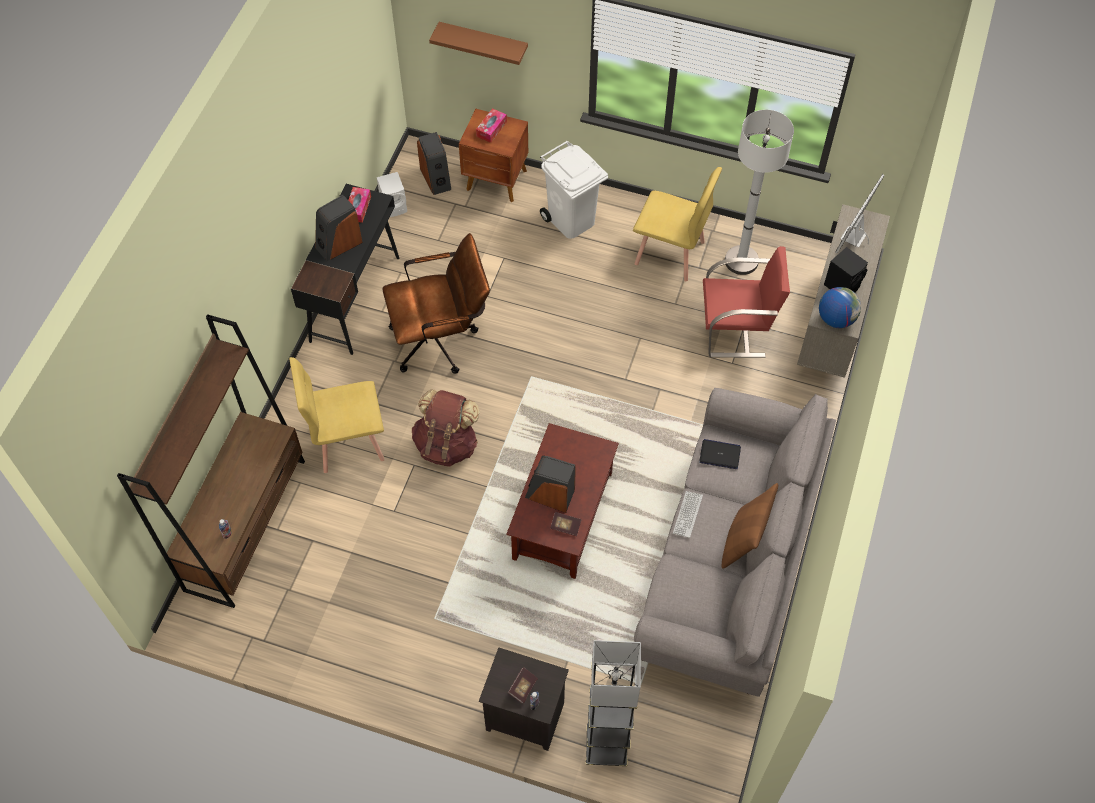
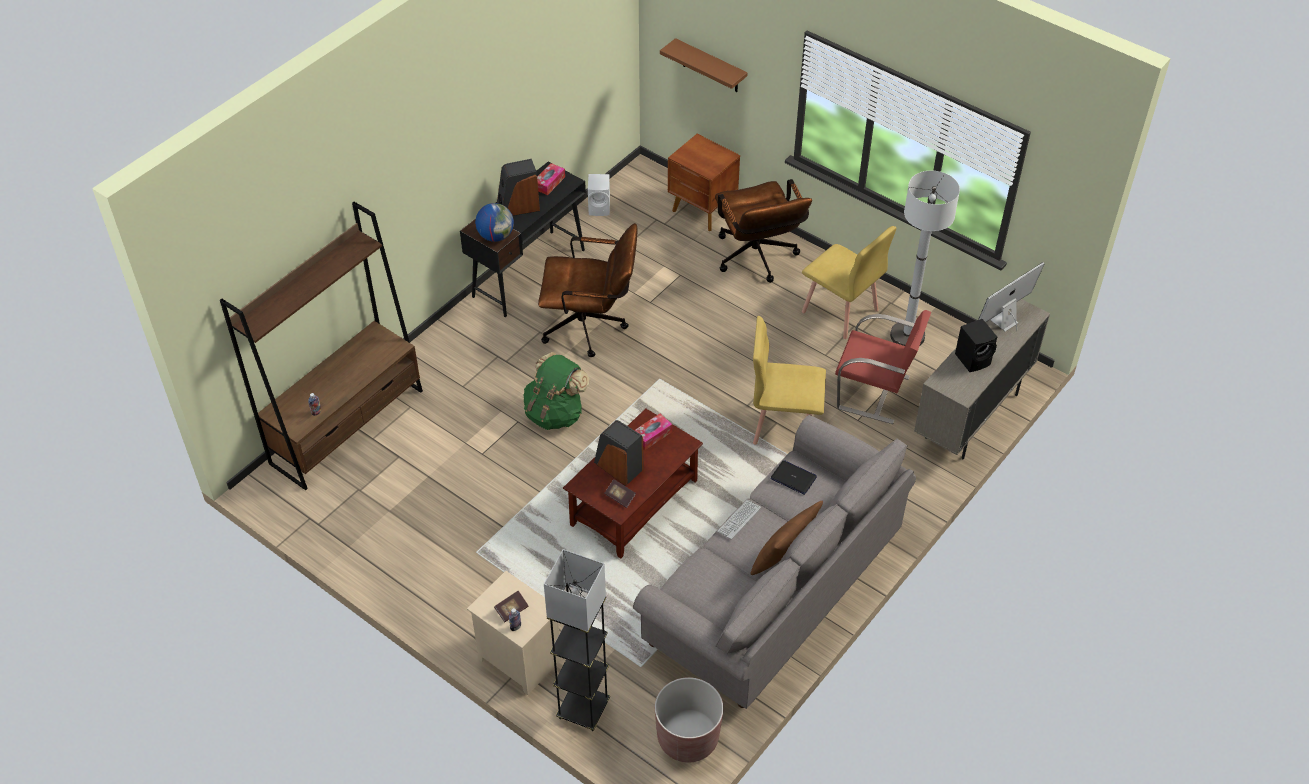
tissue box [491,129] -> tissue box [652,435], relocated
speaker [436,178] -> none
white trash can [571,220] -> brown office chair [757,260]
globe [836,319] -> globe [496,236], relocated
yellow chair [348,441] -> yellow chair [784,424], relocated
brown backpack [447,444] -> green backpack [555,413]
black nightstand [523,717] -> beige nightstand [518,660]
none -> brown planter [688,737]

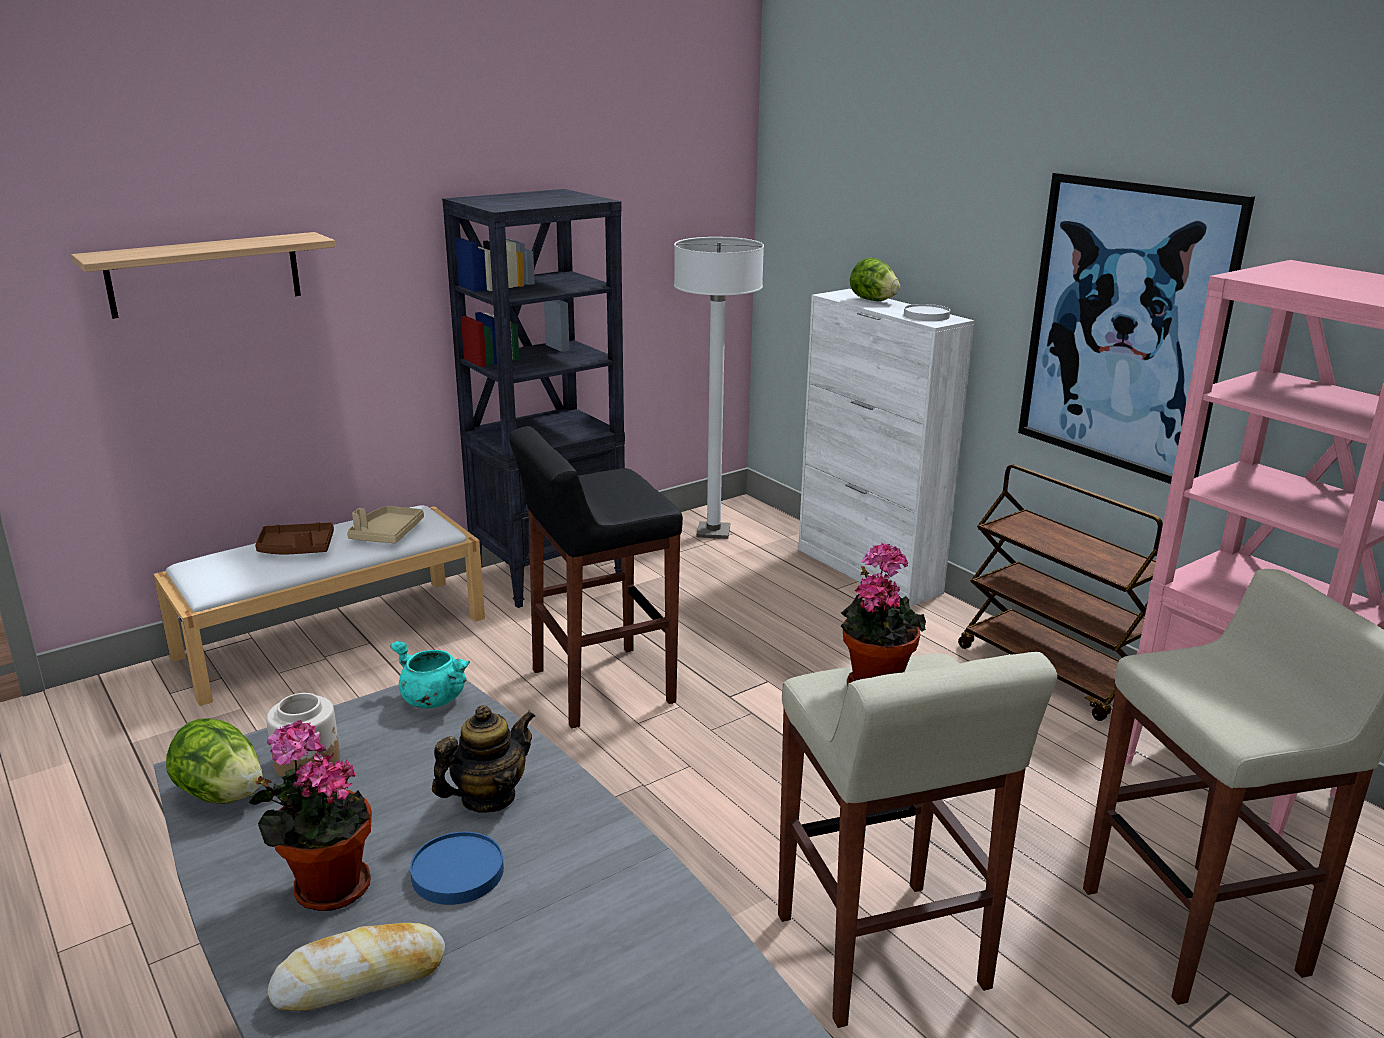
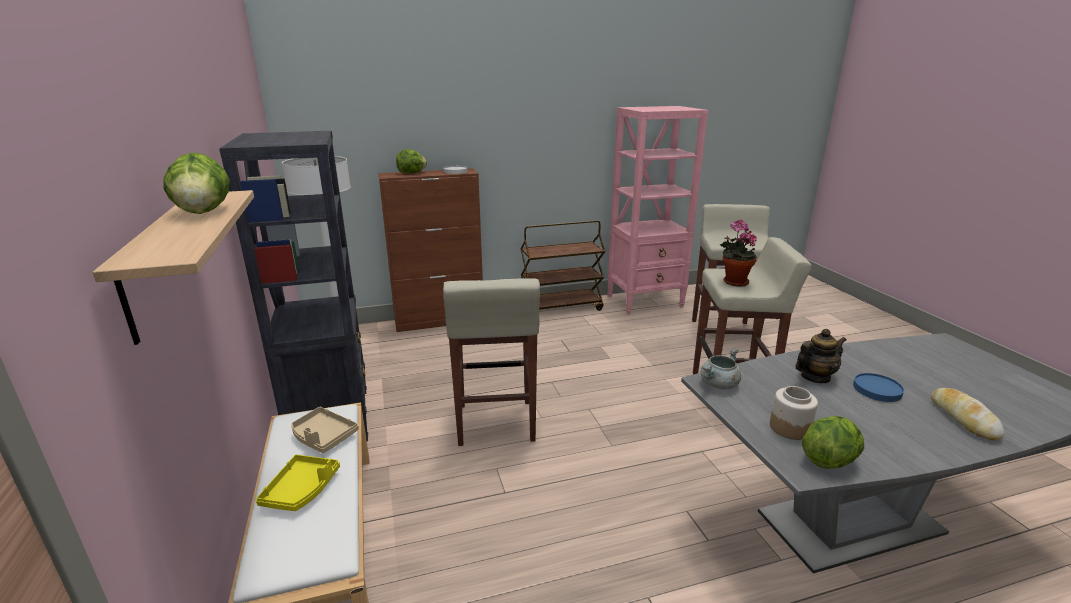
picture [1125,327] -> none
white cabinet [868,571] -> brown cabinet [440,320]
black stool [600,687] -> beige stool [495,423]
brown tray [296,549] -> yellow tray [302,490]
turquoise cooking pot [431,699] -> grey cooking pot [719,385]
teapot [488,798] -> teapot [814,377], 90 degrees clockwise
potted plant [325,888] -> none
none -> lettuce [204,212]

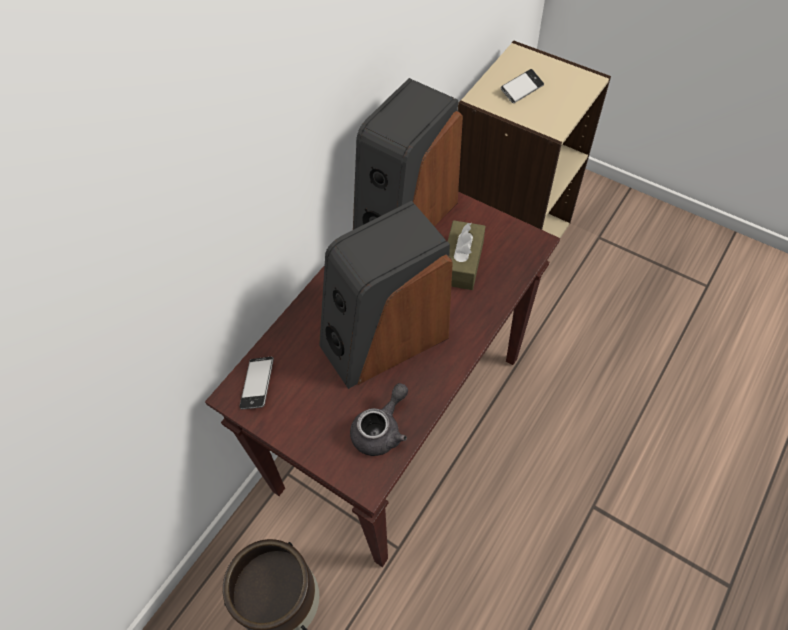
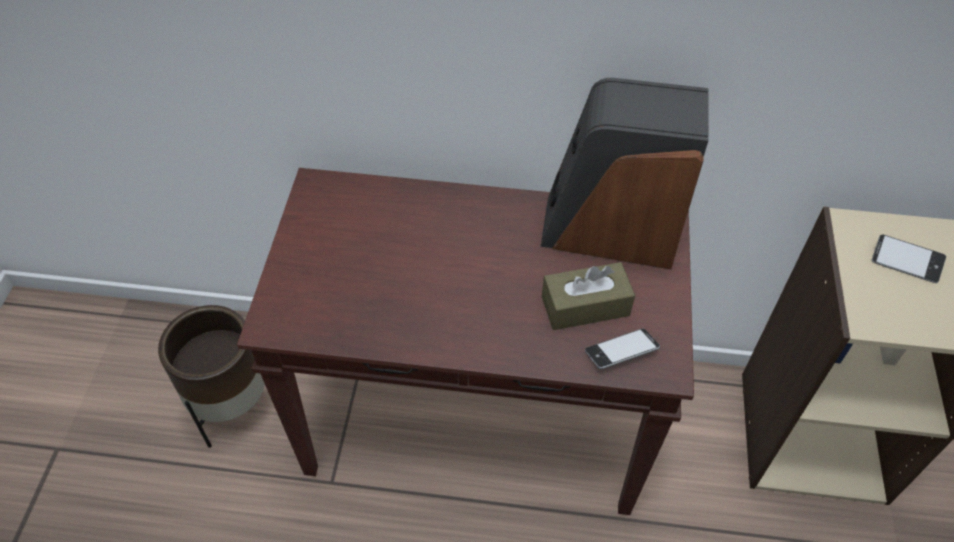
speaker [383,338] -> none
phone [258,385] -> phone [621,352], relocated
grey teapot [381,429] -> none

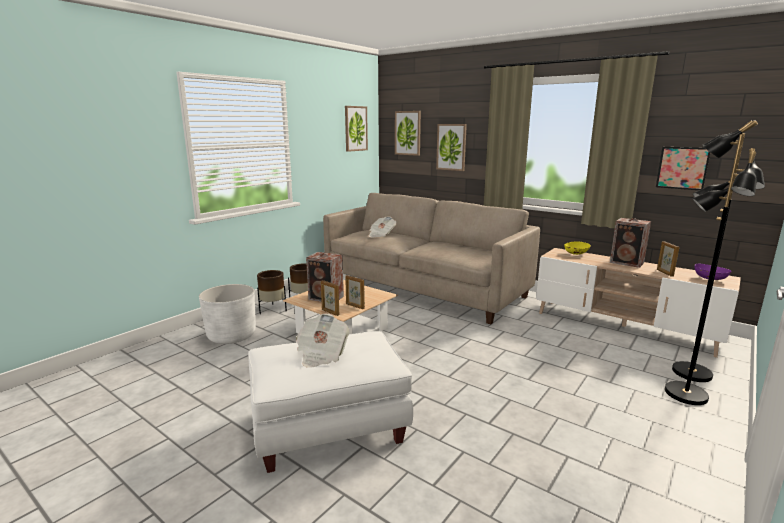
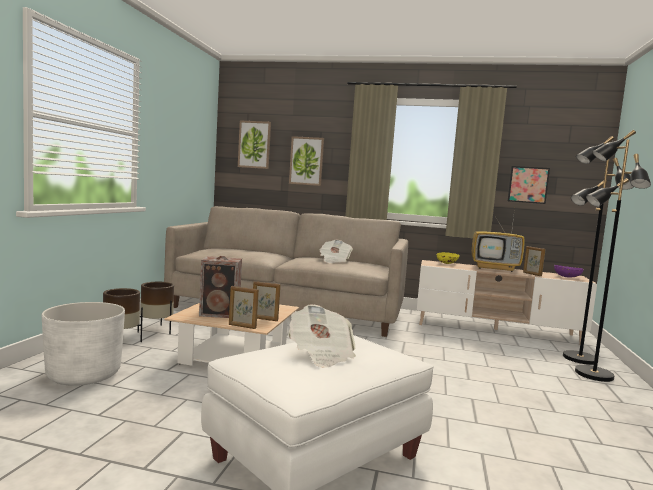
picture [355,128] -> none
newspaper [381,235] -> newspaper [334,261], relocated
speaker [628,263] -> television [495,268]

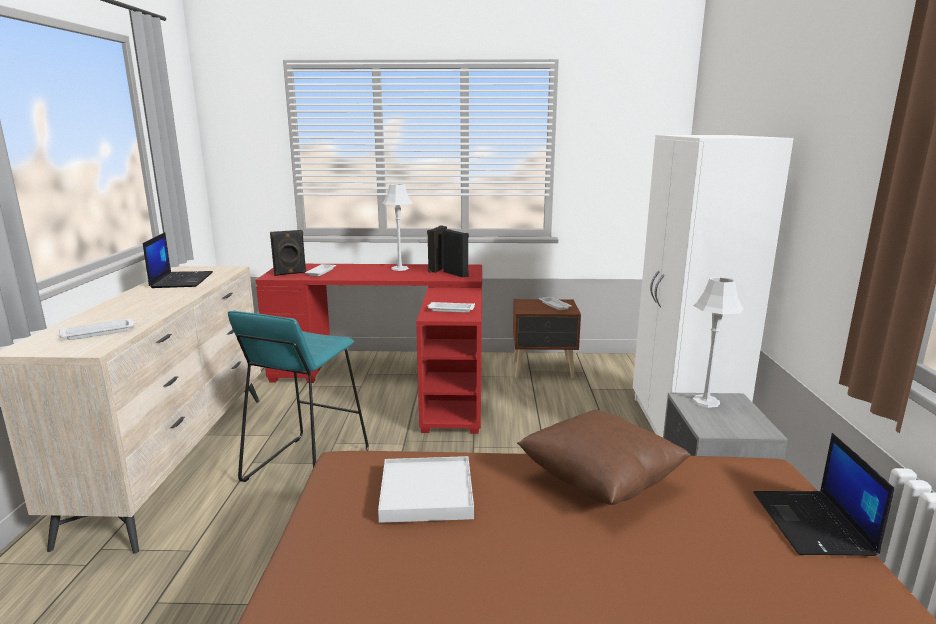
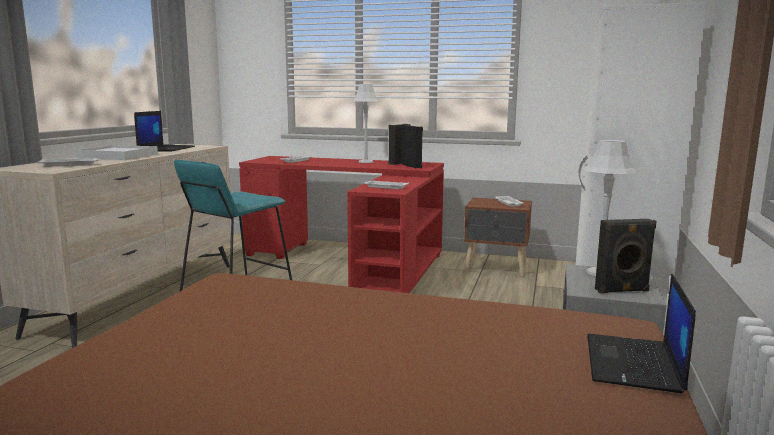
black speaker [290,274] -> black speaker [622,290], relocated
brown pillow [599,482] -> none
white tray [426,493] -> white tray [118,156], relocated

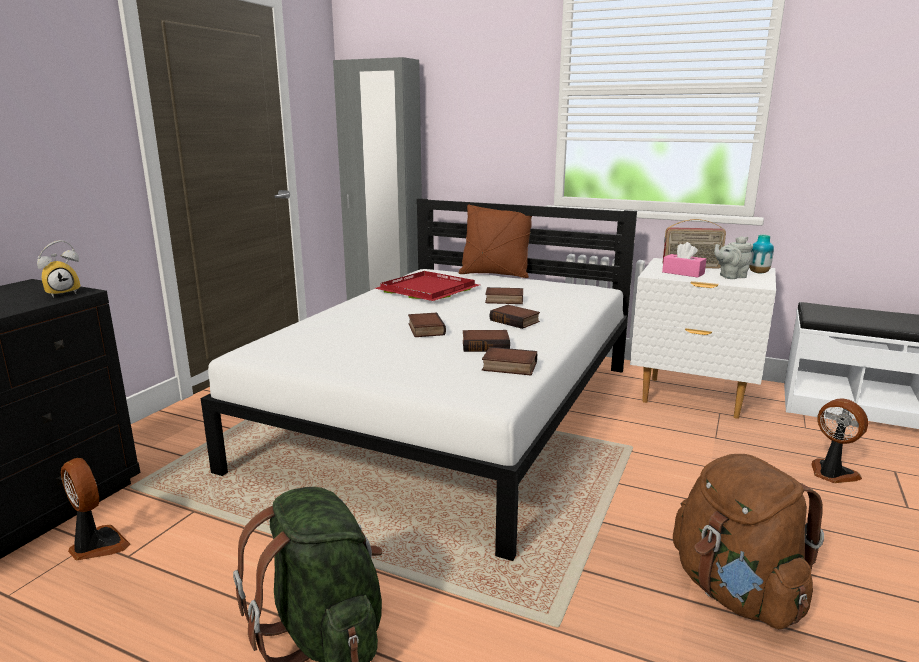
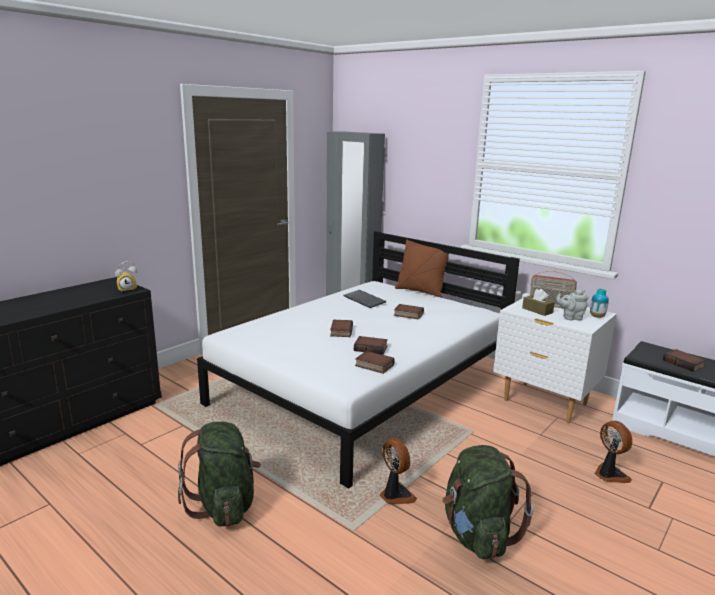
pink tissue box [683,273] -> brown tissue box [537,310]
red tray [430,290] -> keyboard [365,300]
book [516,321] -> book [684,363], relocated
brown backpack [735,592] -> green backpack [477,535]
fan [97,546] -> fan [395,495], relocated

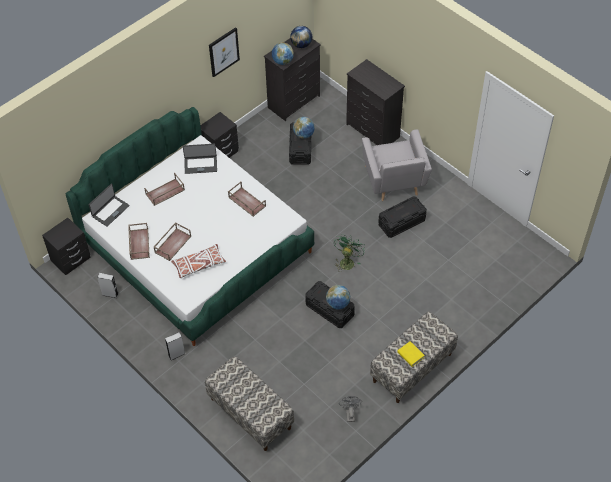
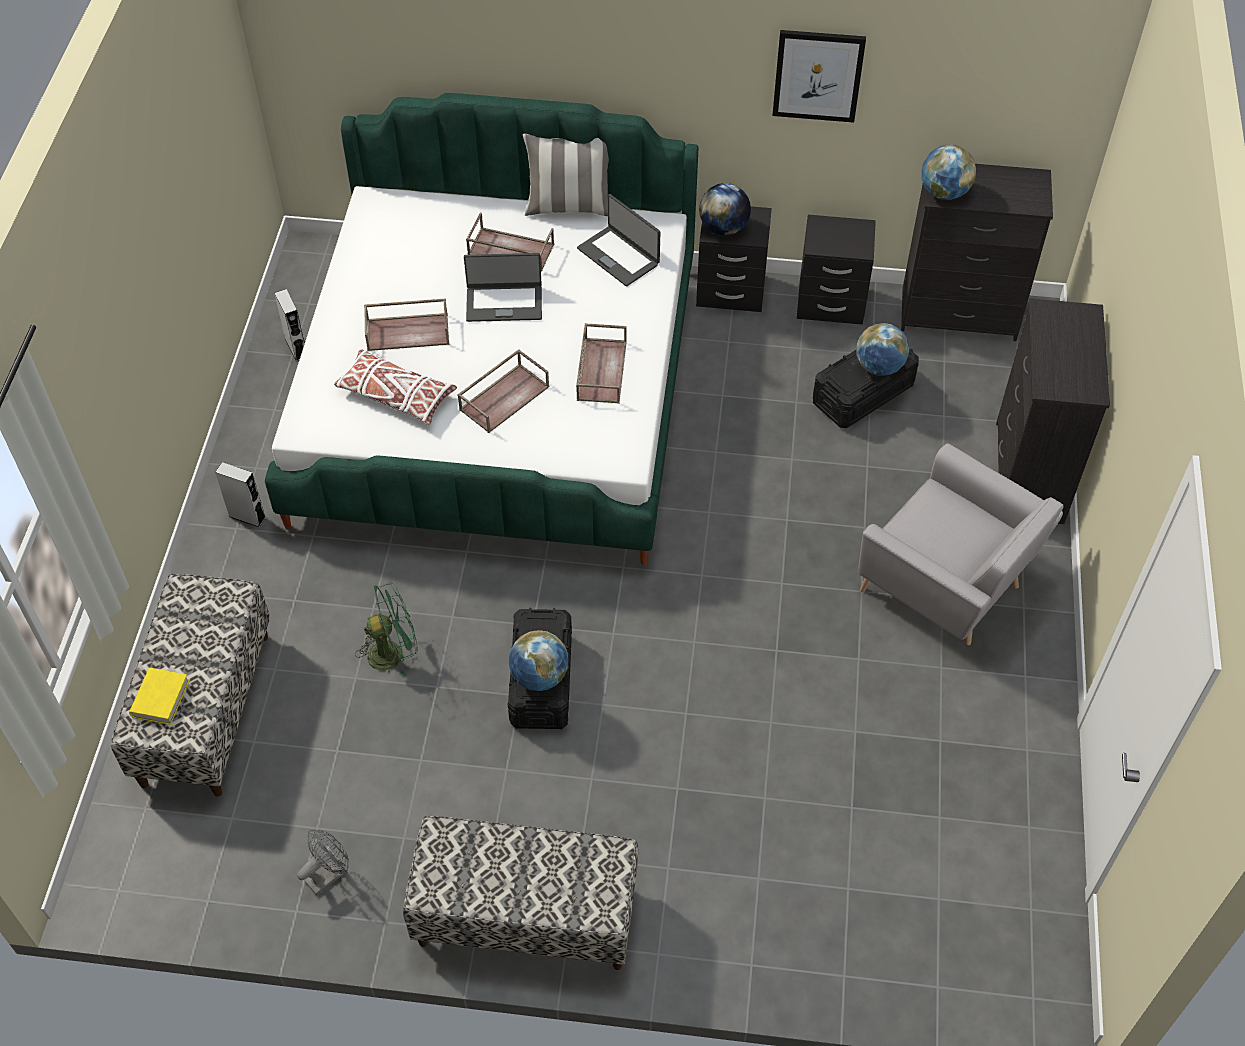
globe [301,45] -> globe [723,228], relocated
grey armchair [394,181] -> grey armchair [947,586], 90 degrees counterclockwise
laptop [110,211] -> laptop [504,303], relocated
black storage box [402,222] -> none
black nightstand [71,259] -> black nightstand [830,303], relocated
brown tray [139,243] -> brown tray [504,397], relocated
green fan [347,261] -> green fan [393,652], relocated
yellow book [410,355] -> yellow book [160,699], relocated
none -> pillow [569,206]

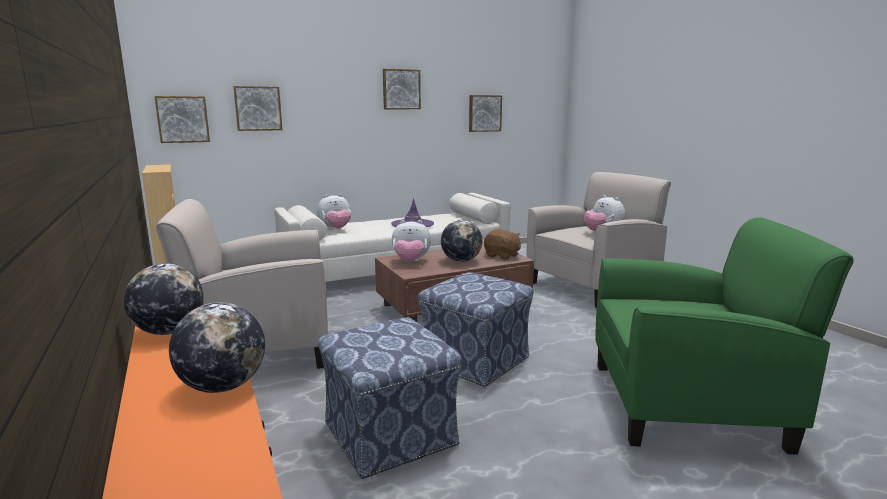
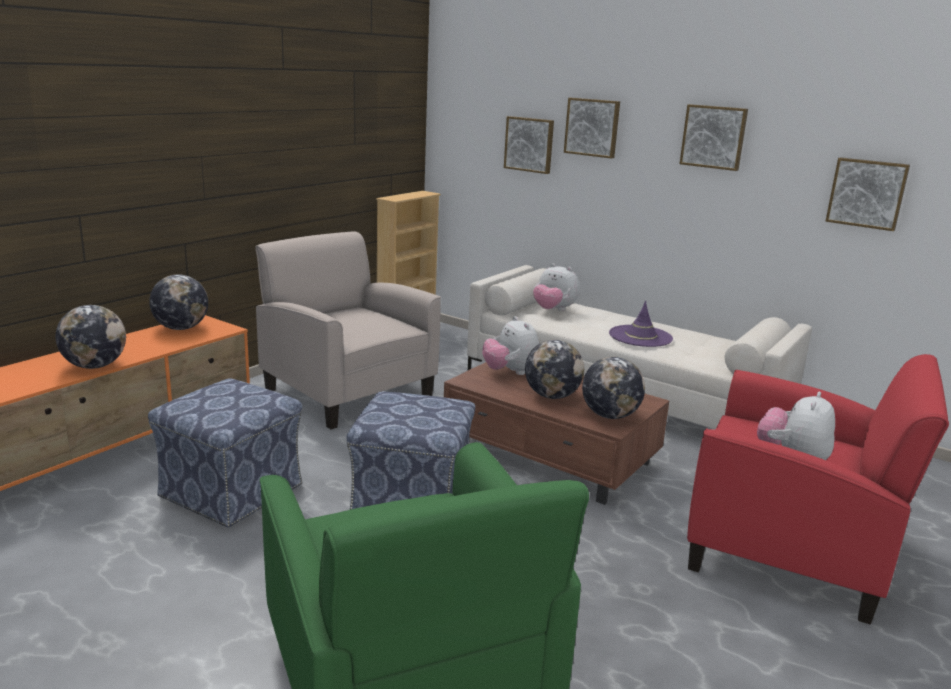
picture [182,119] -> picture [592,127], relocated
beige armchair [592,286] -> red armchair [789,550]
brown plush toy [502,256] -> globe [610,416]

